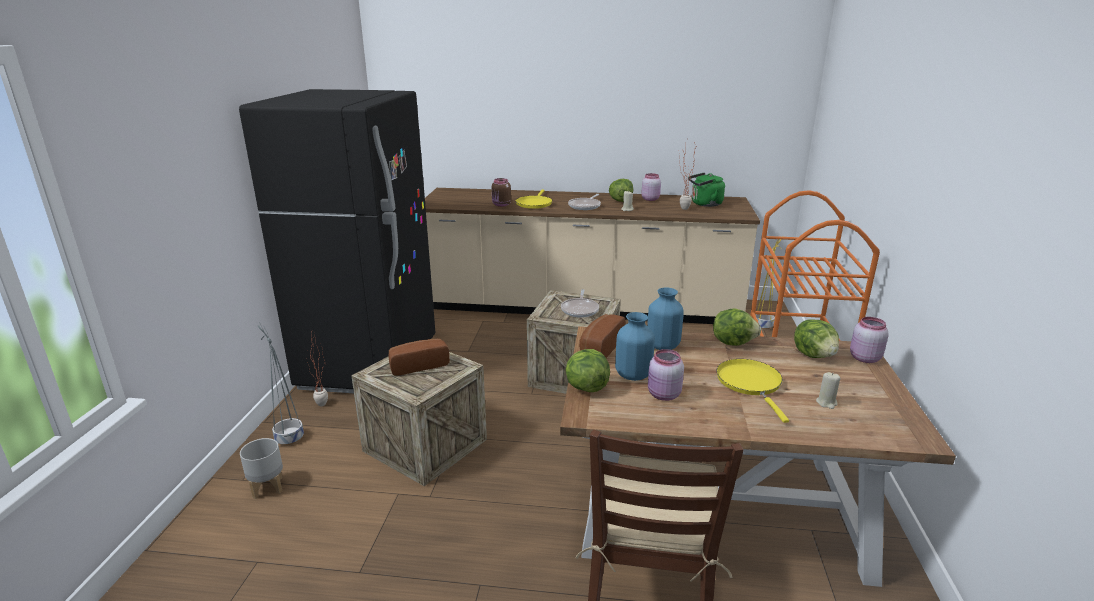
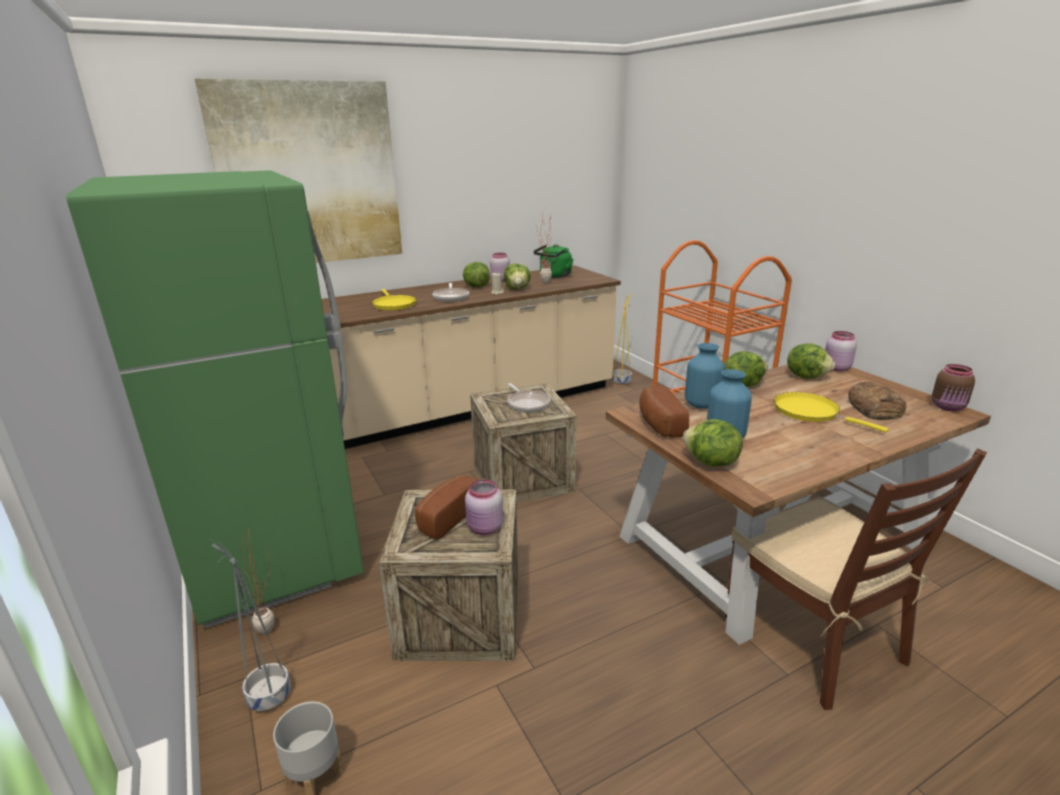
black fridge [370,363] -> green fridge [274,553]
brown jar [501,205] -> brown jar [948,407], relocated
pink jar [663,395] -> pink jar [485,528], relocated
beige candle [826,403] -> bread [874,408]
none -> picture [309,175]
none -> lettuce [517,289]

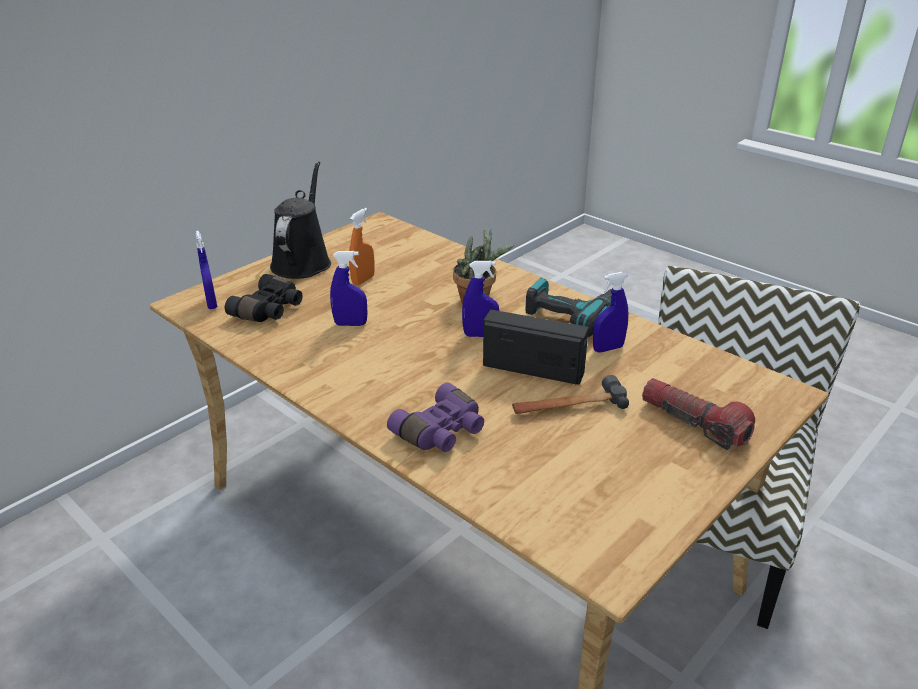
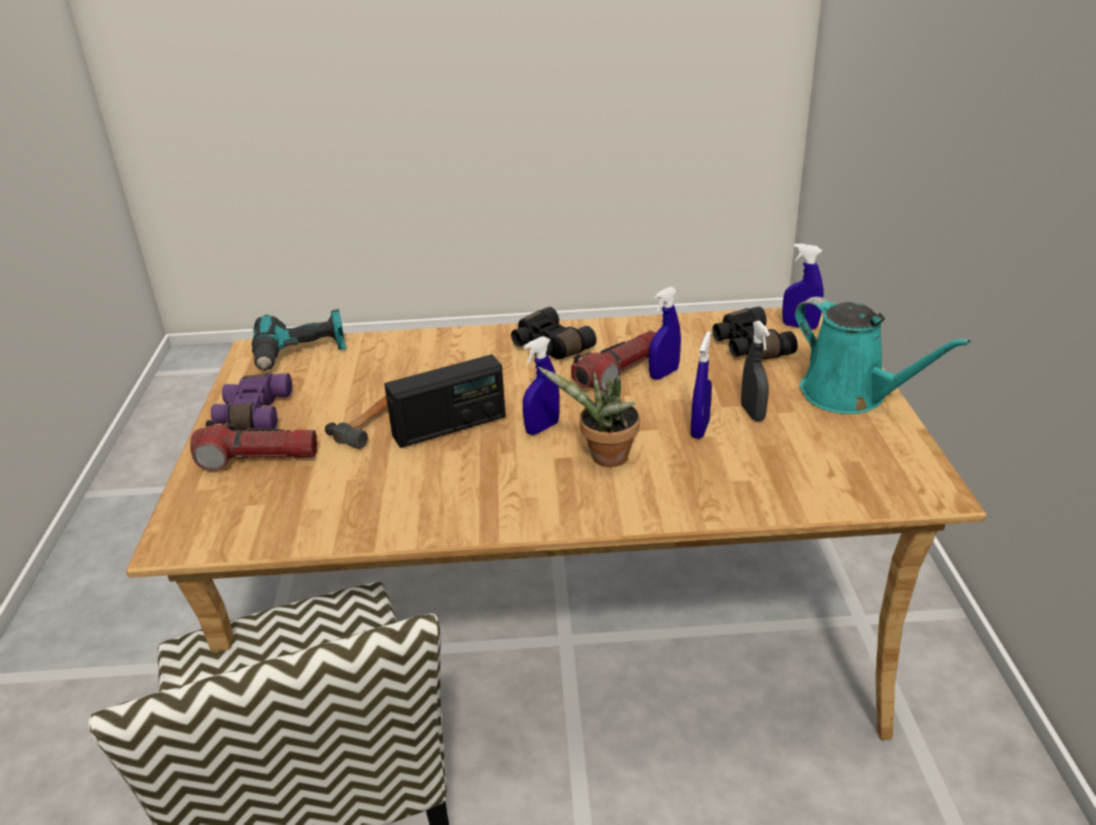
black watering can [303,261] -> turquoise watering can [850,395]
orange spray bottle [363,280] -> grey spray bottle [752,413]
blue spray bottle [608,348] -> blue spray bottle [700,429], relocated
power drill [572,315] -> power drill [301,353], relocated
purple binoculars [442,432] -> purple binoculars [253,415], relocated
none -> black binoculars [548,347]
none -> flashlight [619,372]

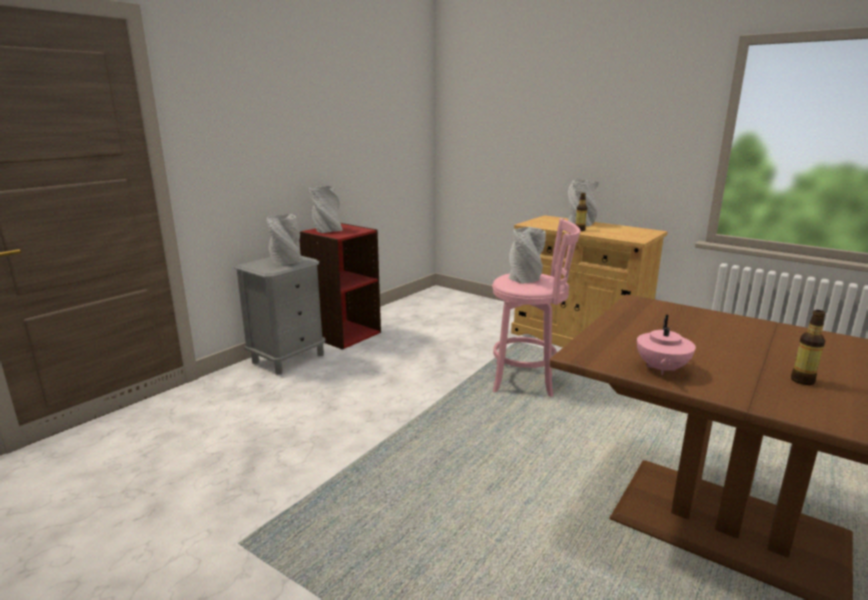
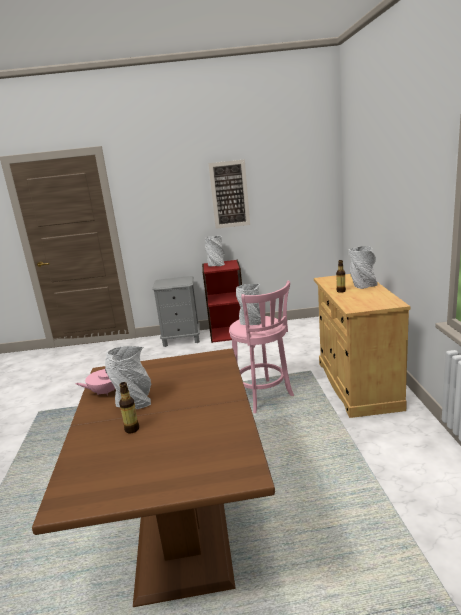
grey vase [286,262] -> grey vase [135,402], relocated
none -> picture [229,194]

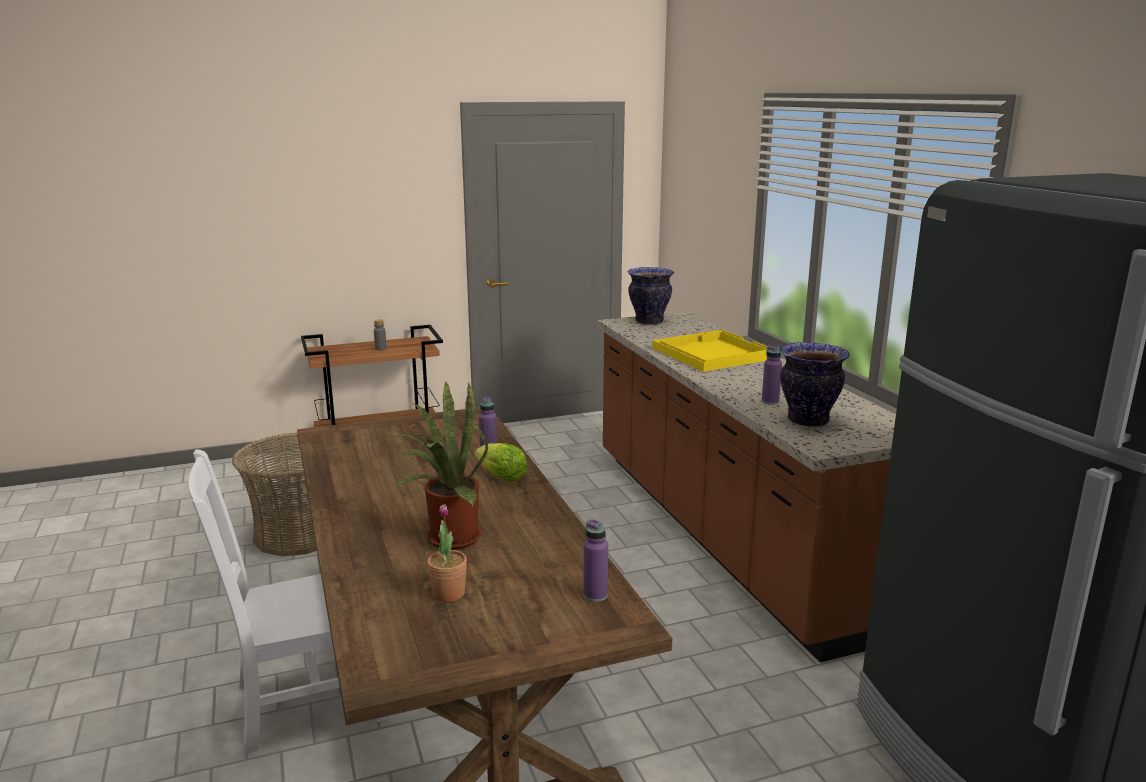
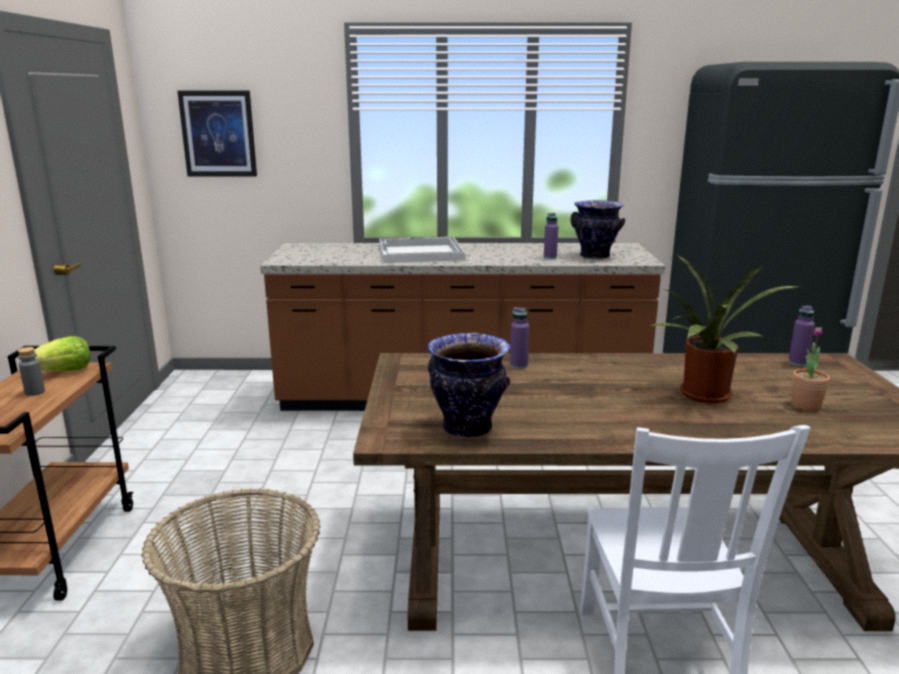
vase [648,322] -> vase [466,429], relocated
yellow tray [711,353] -> white tray [419,253]
lettuce [502,477] -> lettuce [65,371], relocated
none -> picture [218,134]

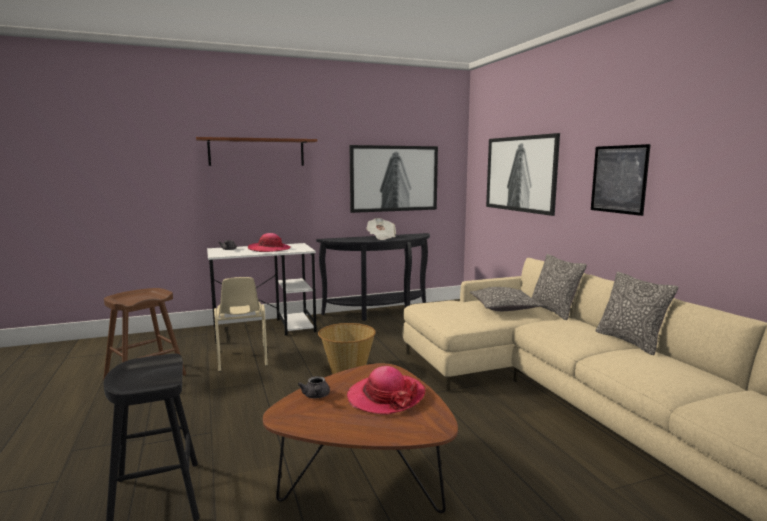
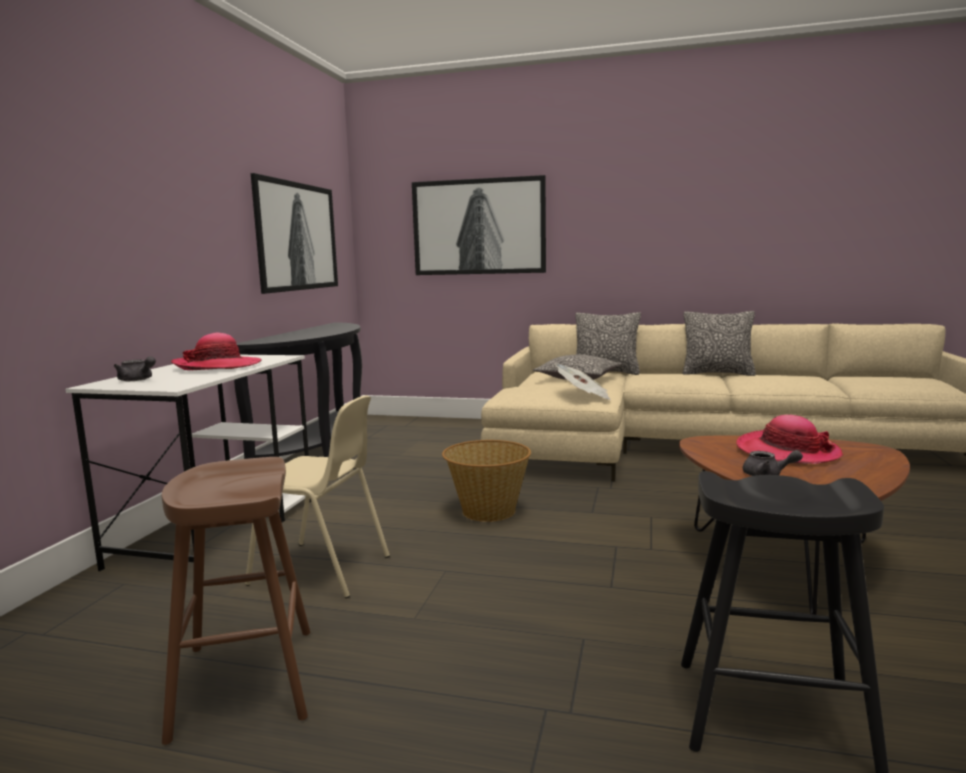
brown shelf [257,152] -> none
picture [619,179] -> none
newspaper [381,237] -> newspaper [583,397], relocated

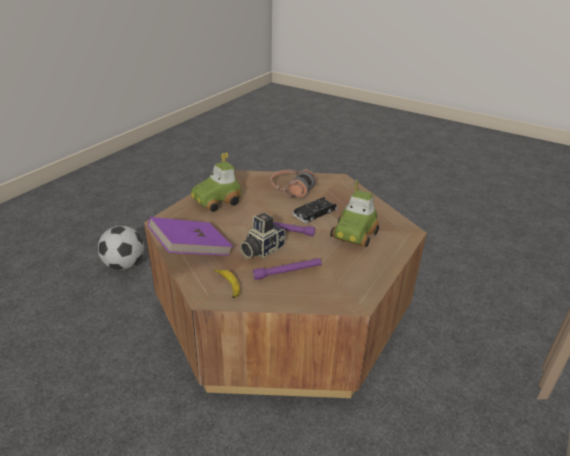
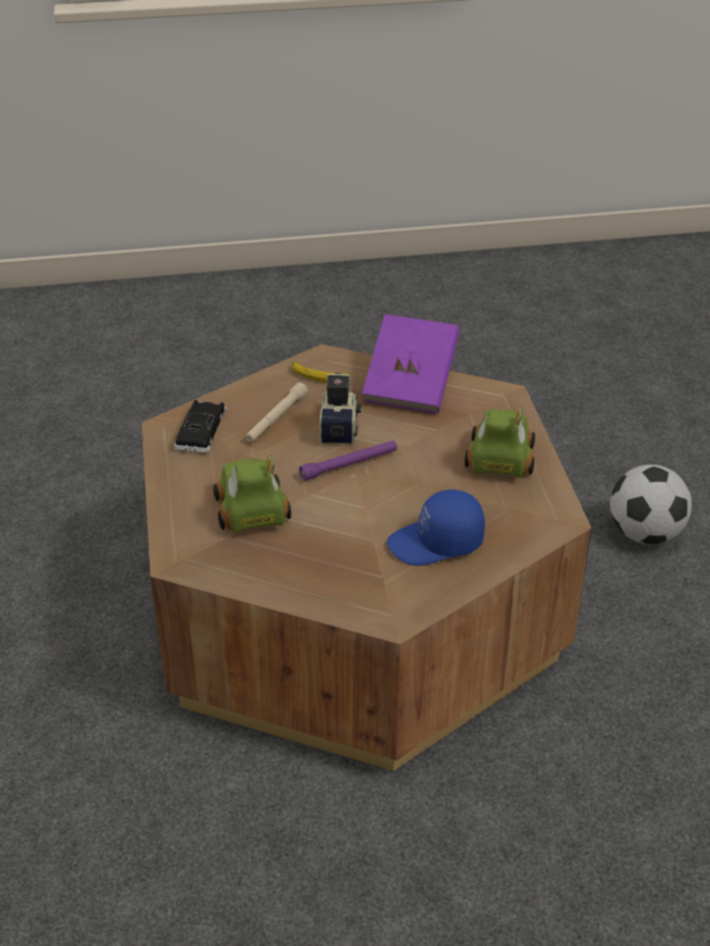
headphones [291,189] -> blue cap [436,543]
black toy car [314,213] -> black toy car [201,431], relocated
purple flashlight [287,272] -> beige flashlight [276,419]

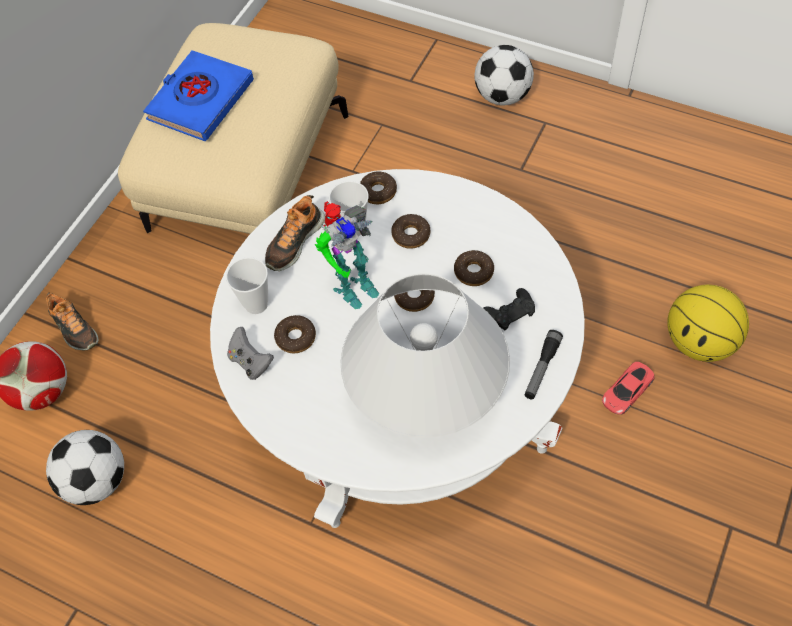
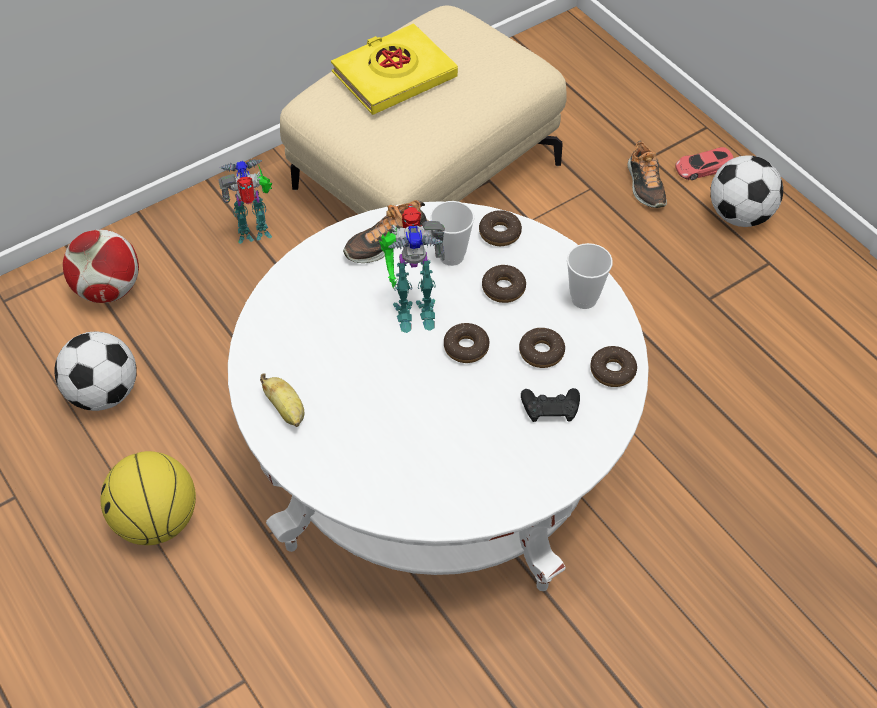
blue book [200,101] -> yellow book [394,75]
cup [256,304] -> cup [584,299], relocated
white table lamp [426,391] -> none
basketball [699,342] -> basketball [156,521], relocated
shoe [74,328] -> shoe [645,185], relocated
donut [296,337] -> donut [612,371], relocated
grey game controller [251,362] -> none
flashlight [542,368] -> none
red toy car [627,390] -> red toy car [703,167], relocated
none -> toy robot [255,233]
none -> banana [286,410]

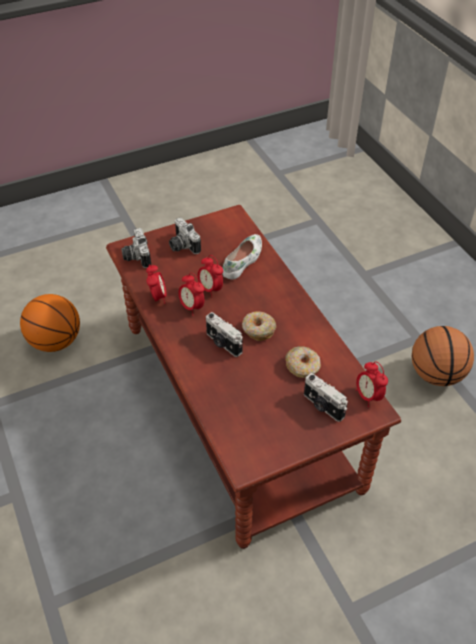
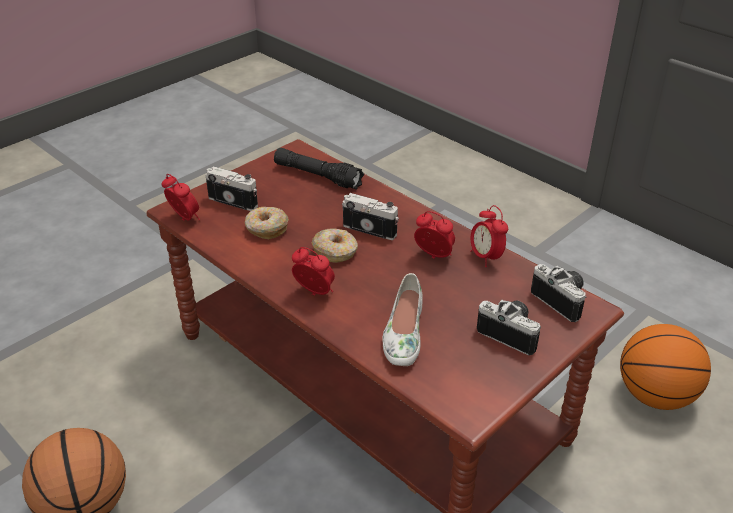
alarm clock [210,289] -> alarm clock [314,293], relocated
none -> black flashlight [317,176]

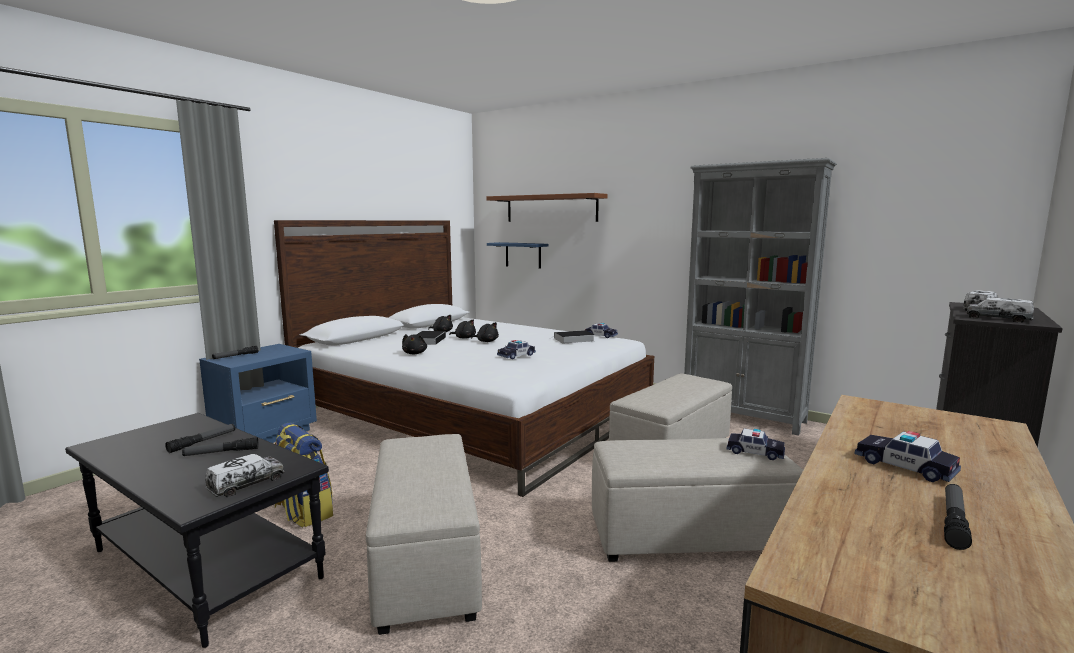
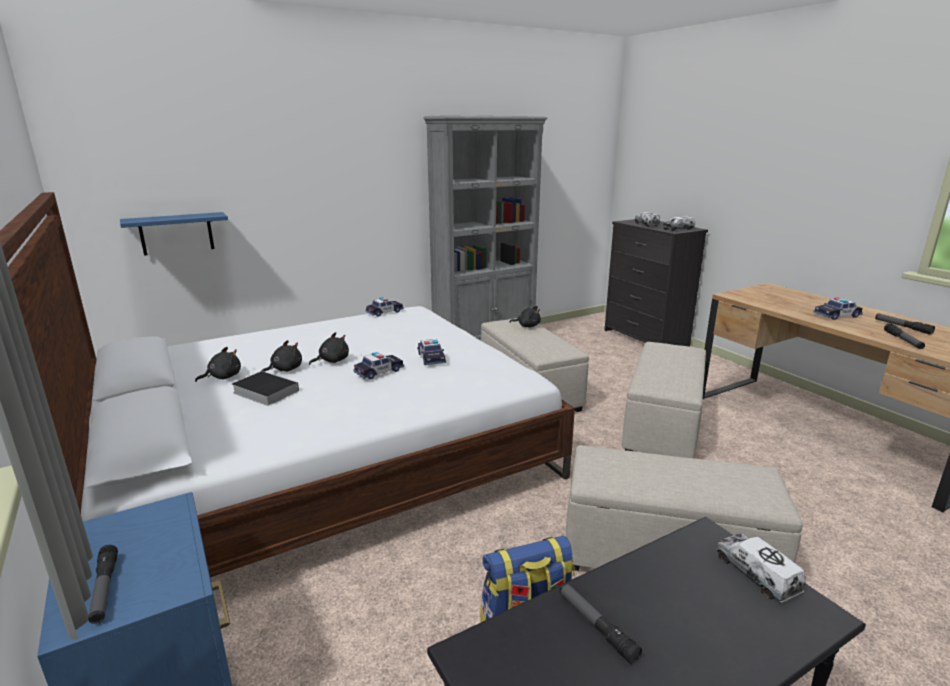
brown shelf [551,208] -> none
book [573,339] -> none
black plush toy [415,353] -> black plush toy [527,326], relocated
toy car [755,452] -> toy car [379,371], relocated
flashlight [221,452] -> flashlight [903,340], relocated

